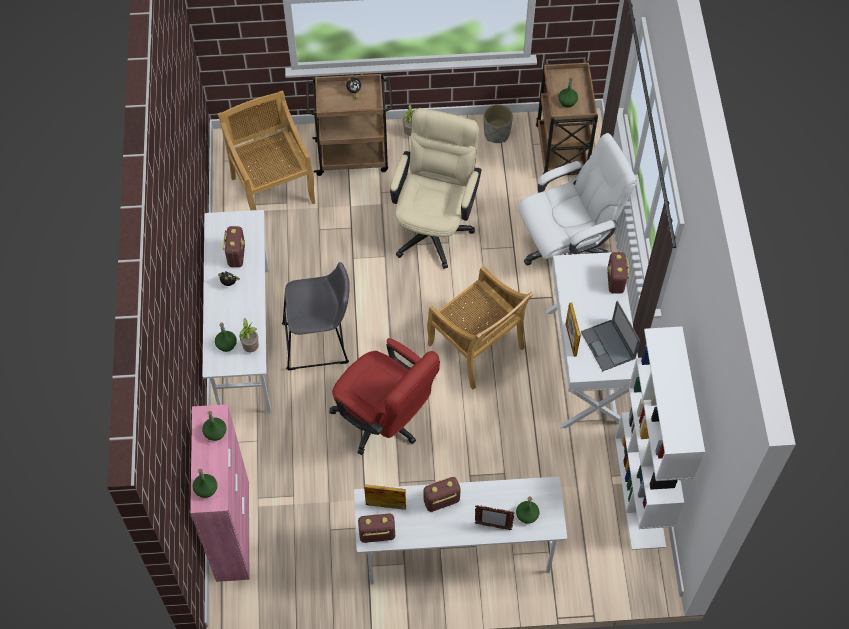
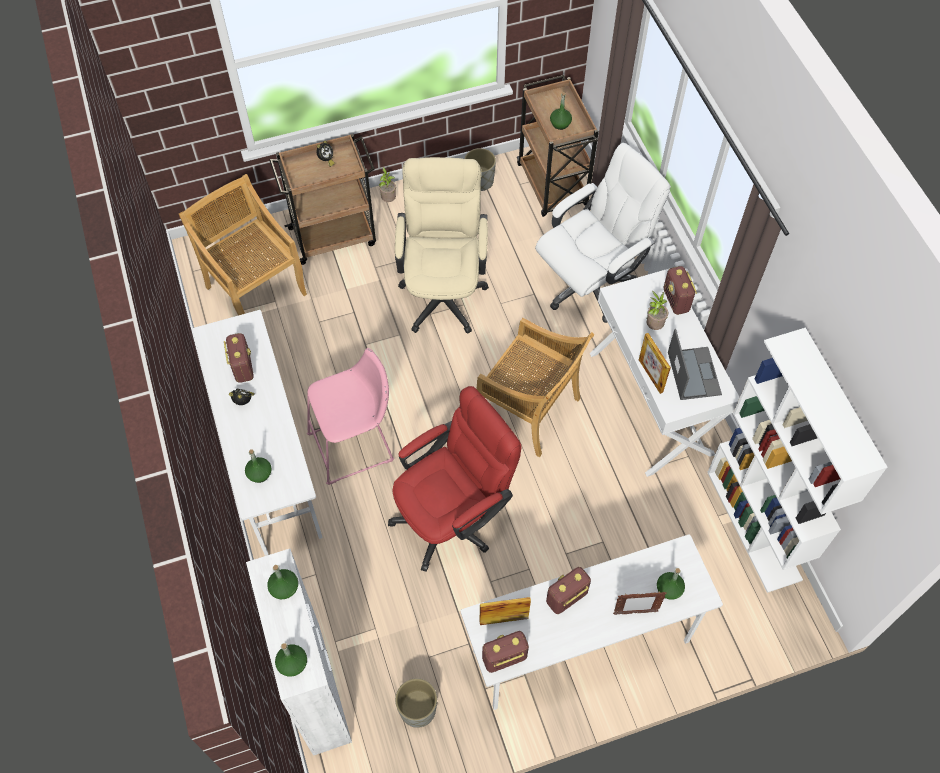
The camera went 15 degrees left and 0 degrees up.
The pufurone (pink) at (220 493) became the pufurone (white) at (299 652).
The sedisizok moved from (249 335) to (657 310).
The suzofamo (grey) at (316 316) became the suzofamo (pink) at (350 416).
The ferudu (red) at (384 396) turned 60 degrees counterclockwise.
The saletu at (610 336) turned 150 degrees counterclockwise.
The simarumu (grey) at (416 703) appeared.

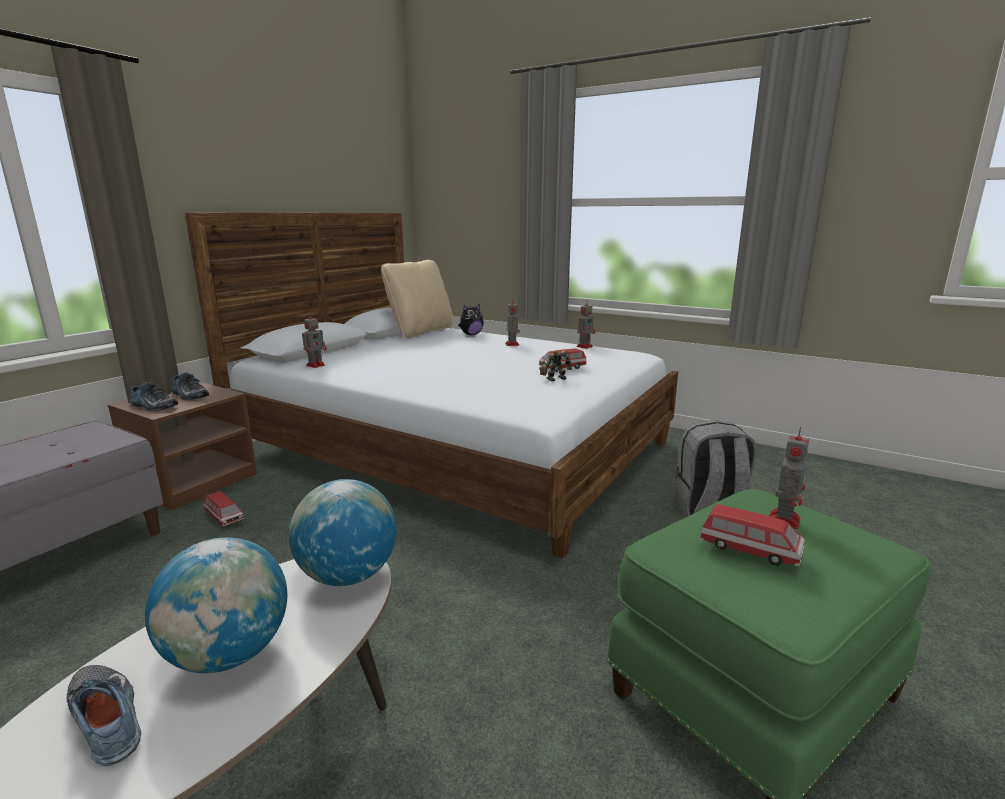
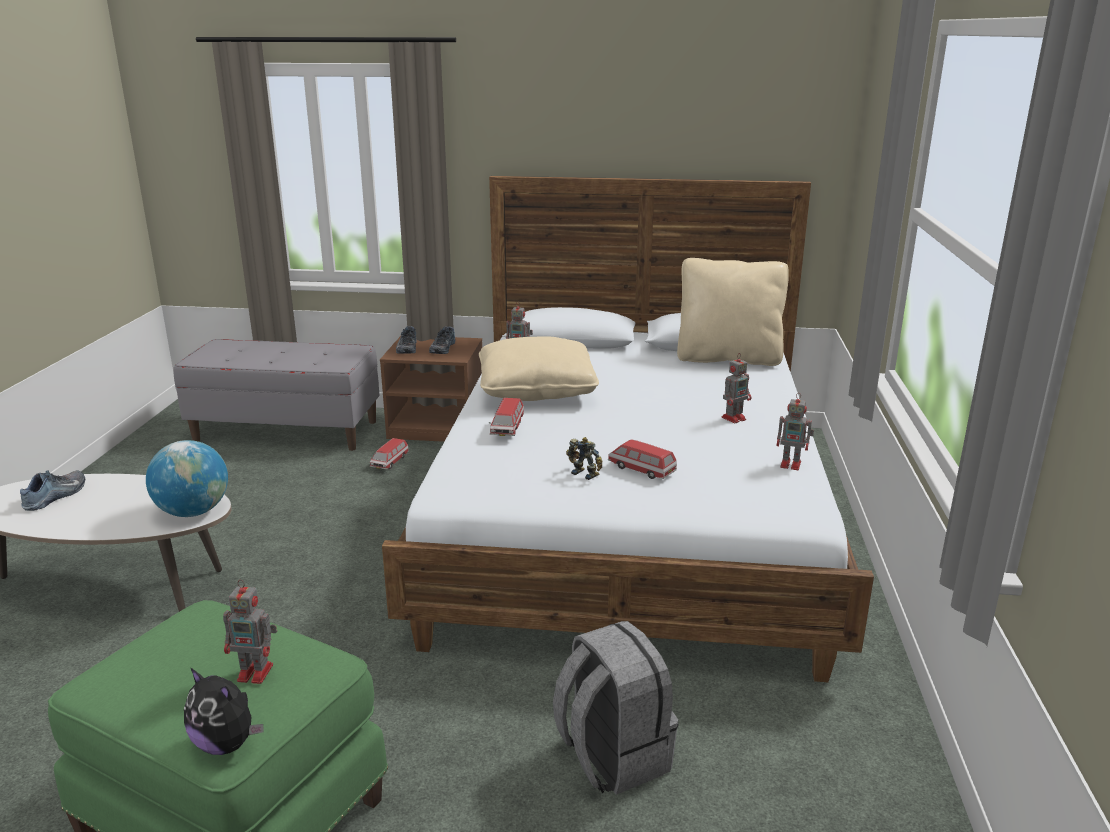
The camera went 65 degrees right and 5 degrees up.
The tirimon at (216 605) disappeared.
The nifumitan moved from (471 319) to (224 711).
The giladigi moved from (752 535) to (506 417).
The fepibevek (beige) at (539 369) appeared.

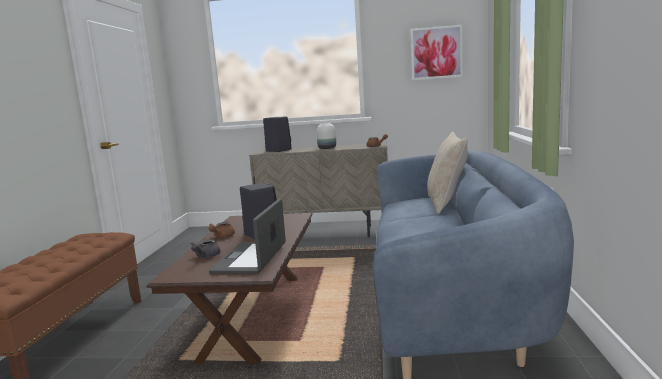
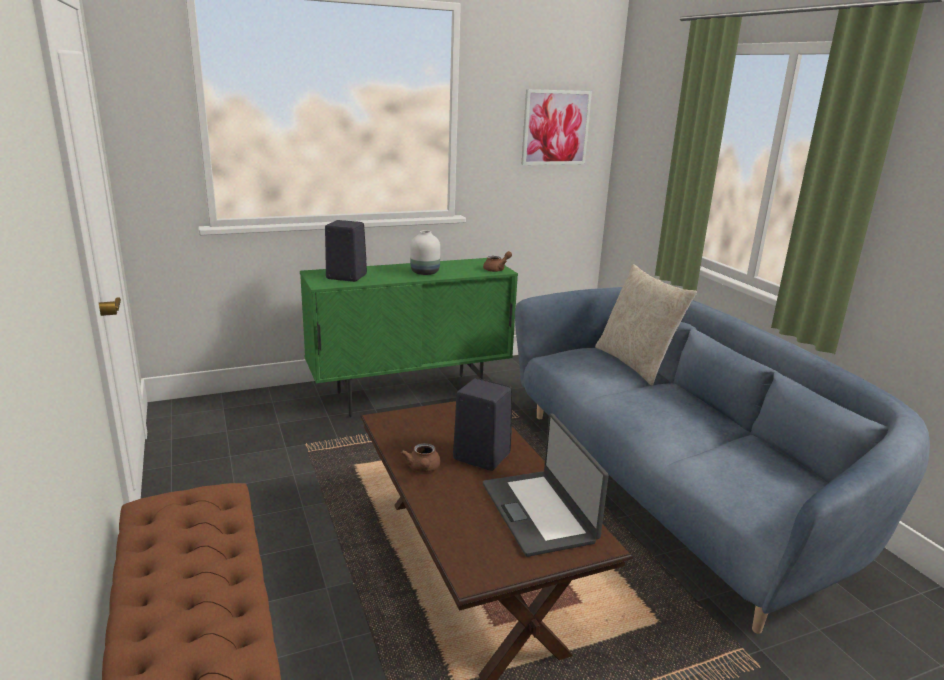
The camera went 30 degrees left and 10 degrees up.
The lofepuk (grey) at (206 248) disappeared.
The pufurone (beige) at (318 190) became the pufurone (green) at (409 337).

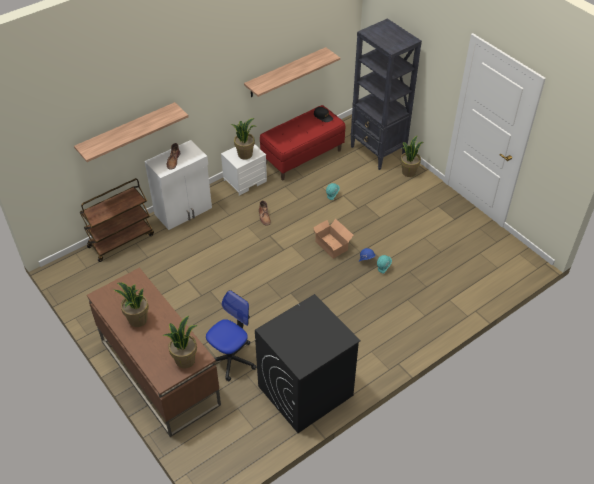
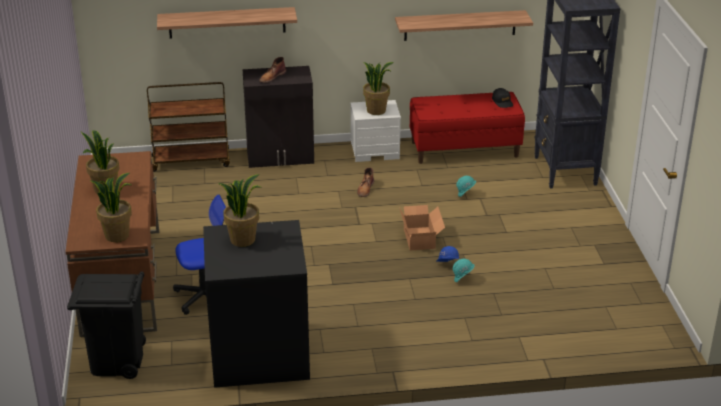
The camera went 30 degrees right and 15 degrees down.
The pufurone (white) at (178 185) became the pufurone (black) at (278 117).
The sedisizok moved from (412 156) to (240 210).
The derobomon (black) at (106 325) appeared.

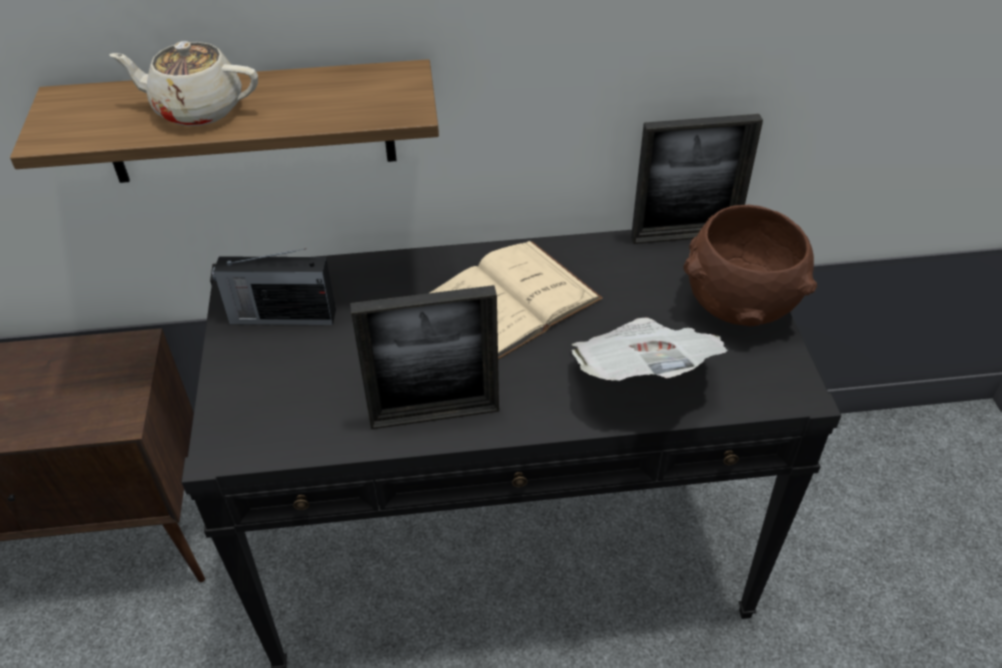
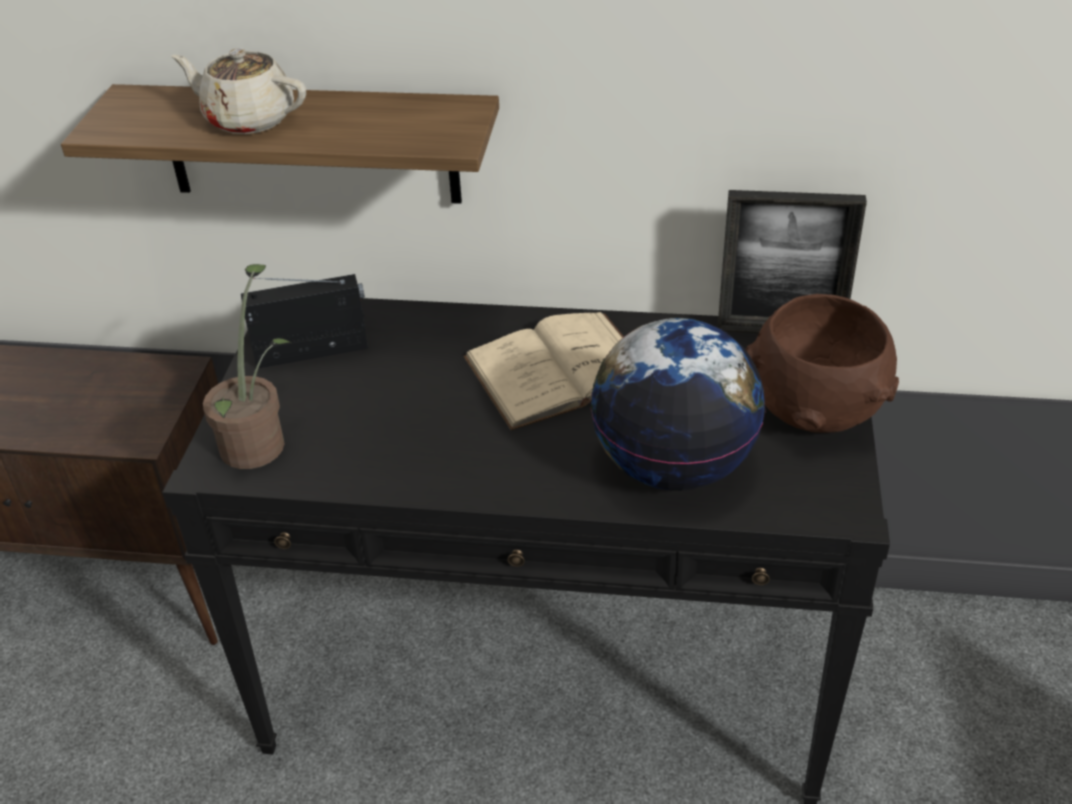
The camera went 15 degrees right and 5 degrees down.
The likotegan at (274 286) turned 150 degrees clockwise.
The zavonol at (424 357) disappeared.
The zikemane at (650 349) was replaced by the tirimon at (677 404).
The sedisizok at (247 366) appeared.

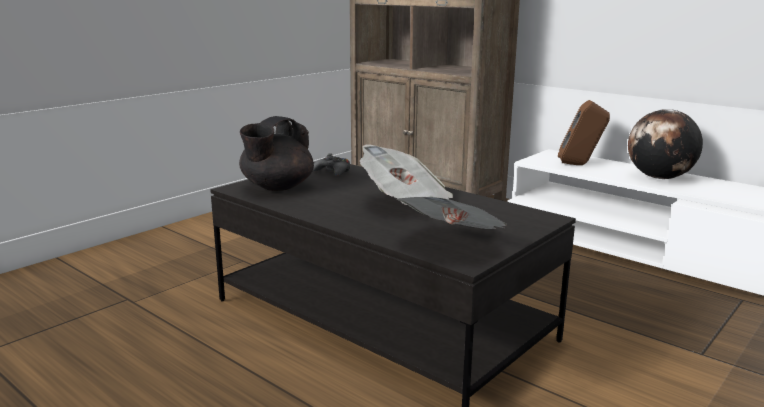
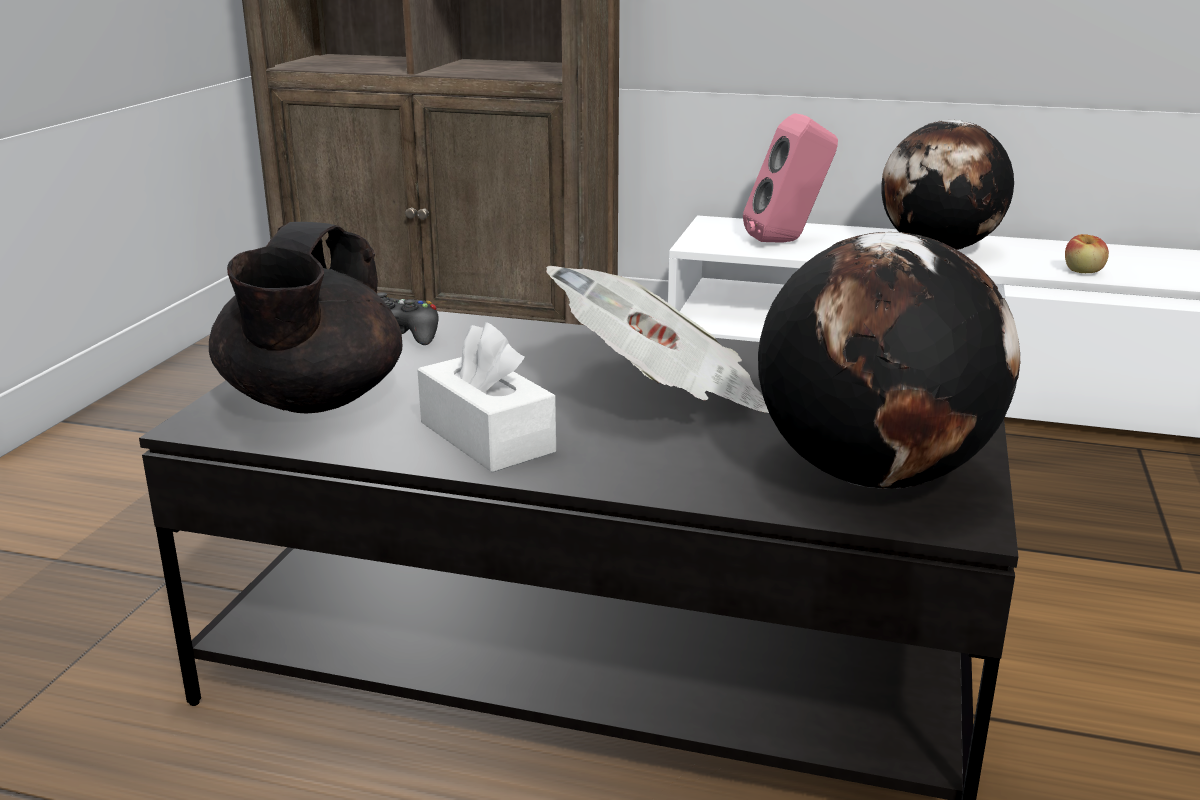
The camera went 25 degrees left and 5 degrees up.
The zikemane at (451 213) was replaced by the tirimon at (889 360).
The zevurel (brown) at (584 132) became the zevurel (pink) at (790 178).
The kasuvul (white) at (487 397) appeared.
The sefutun at (1087 253) appeared.

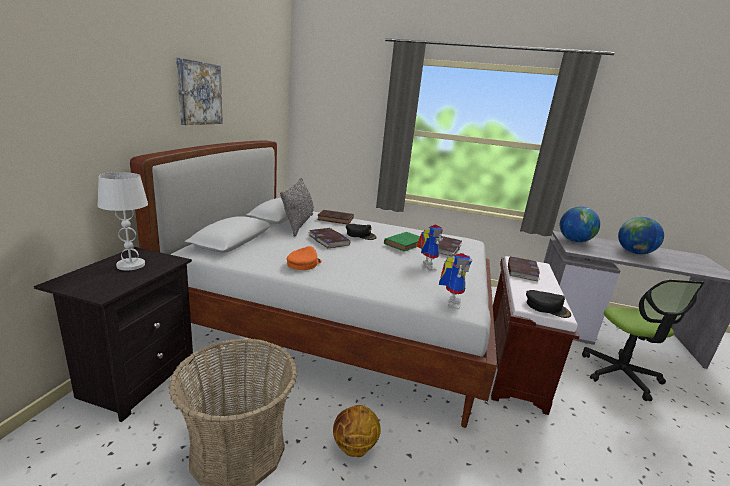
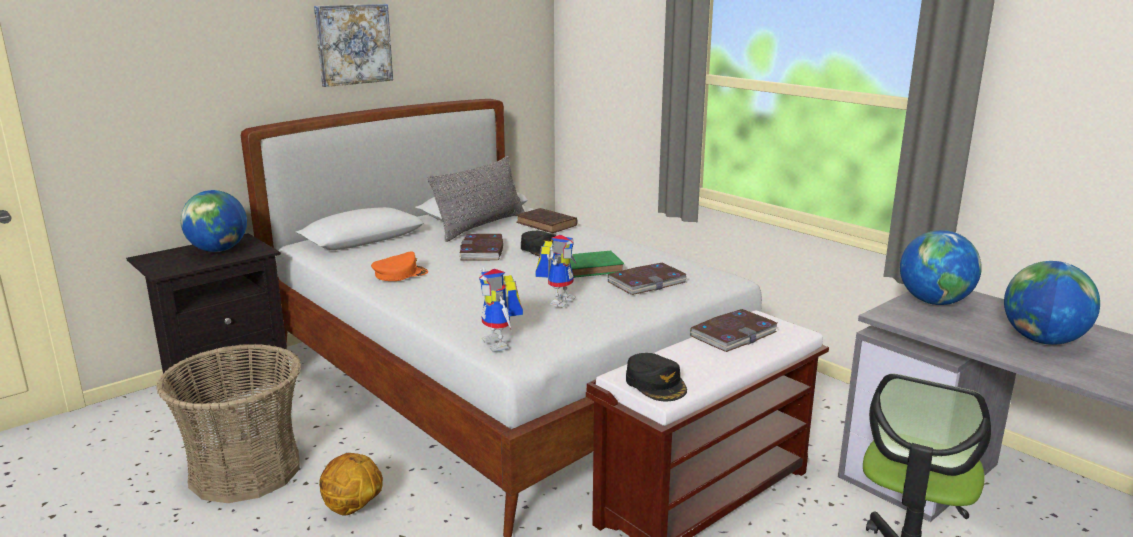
The camera went 35 degrees right and 0 degrees up.
The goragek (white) at (123 221) was replaced by the tirimon at (213 221).
The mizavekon at (455 281) turned 105 degrees clockwise.

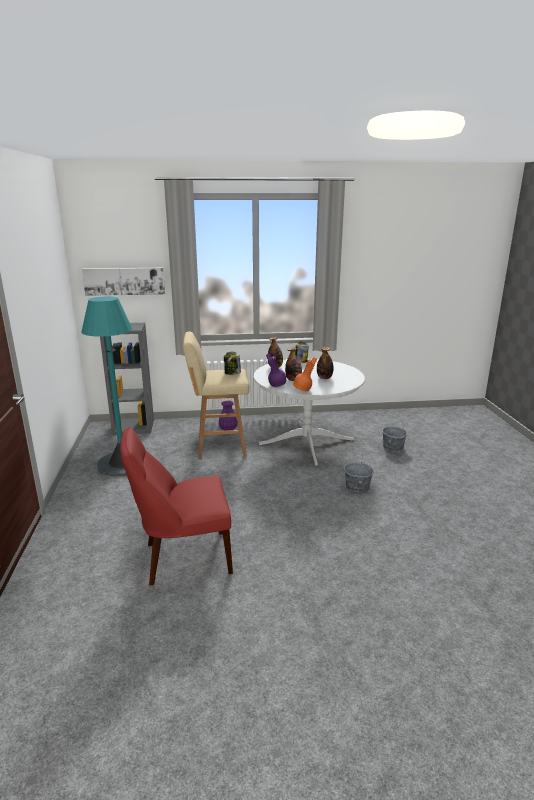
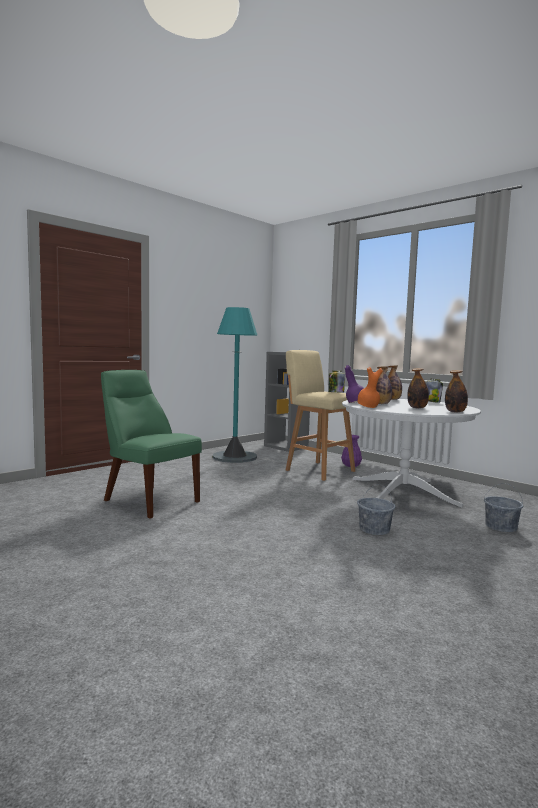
The camera went 50 degrees right and 15 degrees down.
The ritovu at (123 282) disappeared.
The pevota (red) at (176 506) became the pevota (green) at (151 444).
The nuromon at (456 391) appeared.

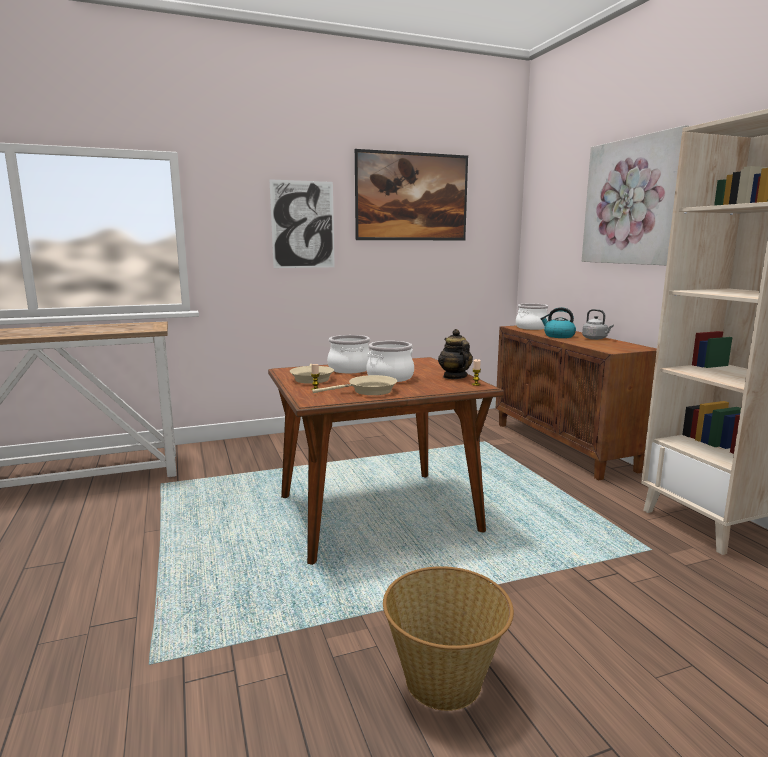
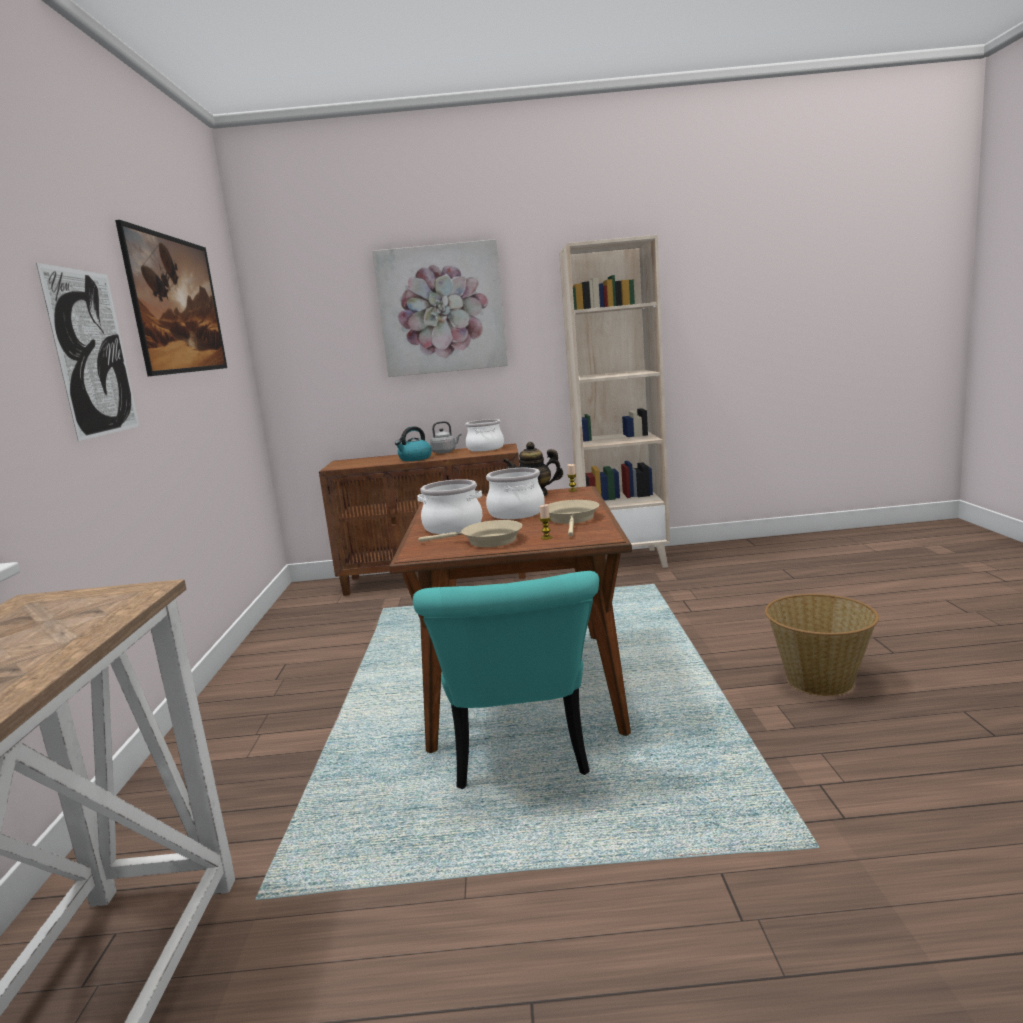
The camera went 70 degrees left and 0 degrees up.
The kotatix moved from (532 317) to (484 435).
The pevota (turquoise) at (506 680) appeared.

